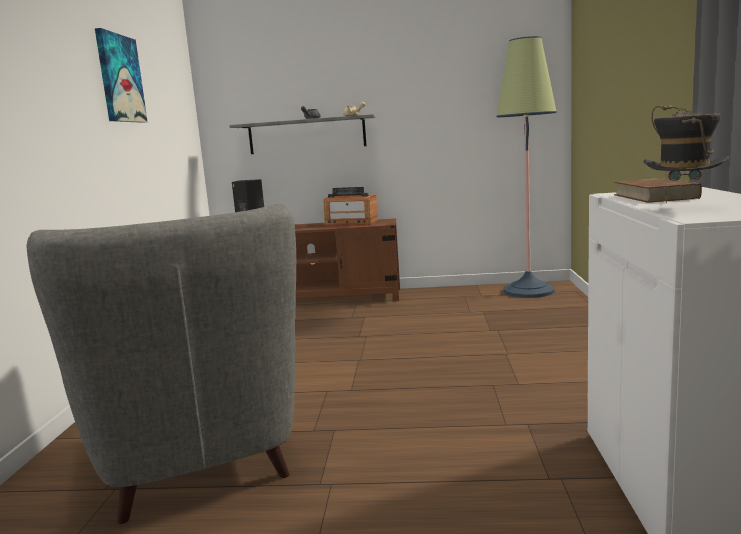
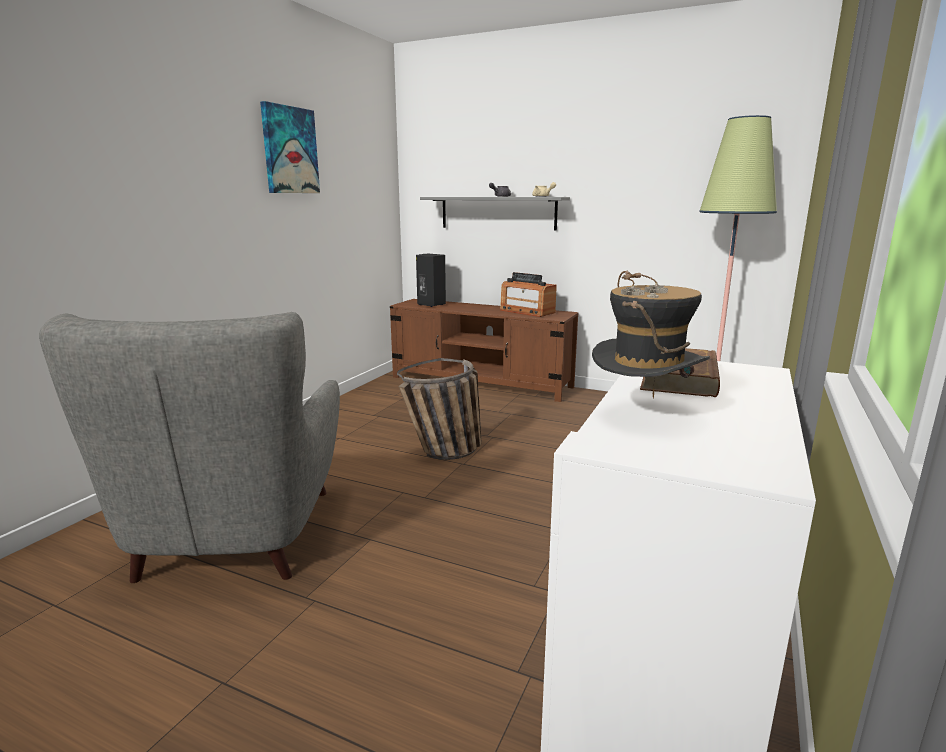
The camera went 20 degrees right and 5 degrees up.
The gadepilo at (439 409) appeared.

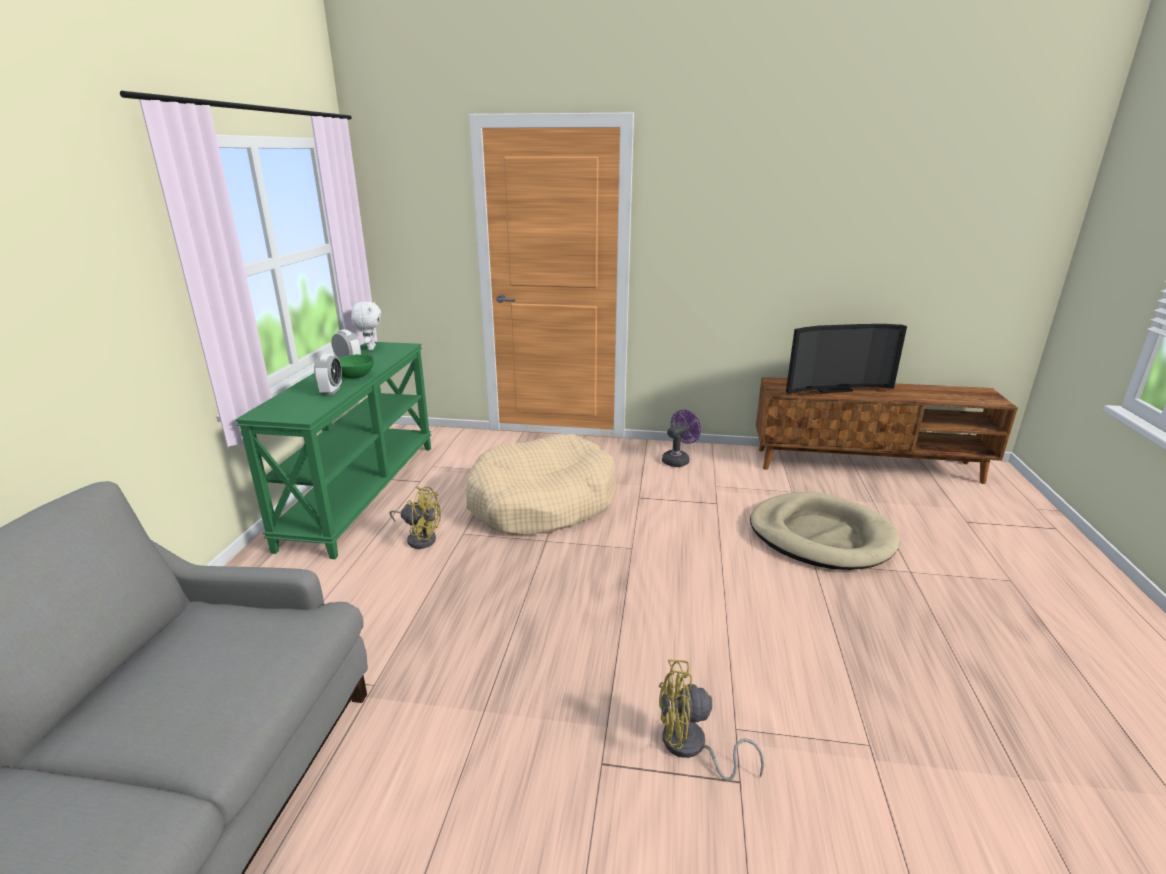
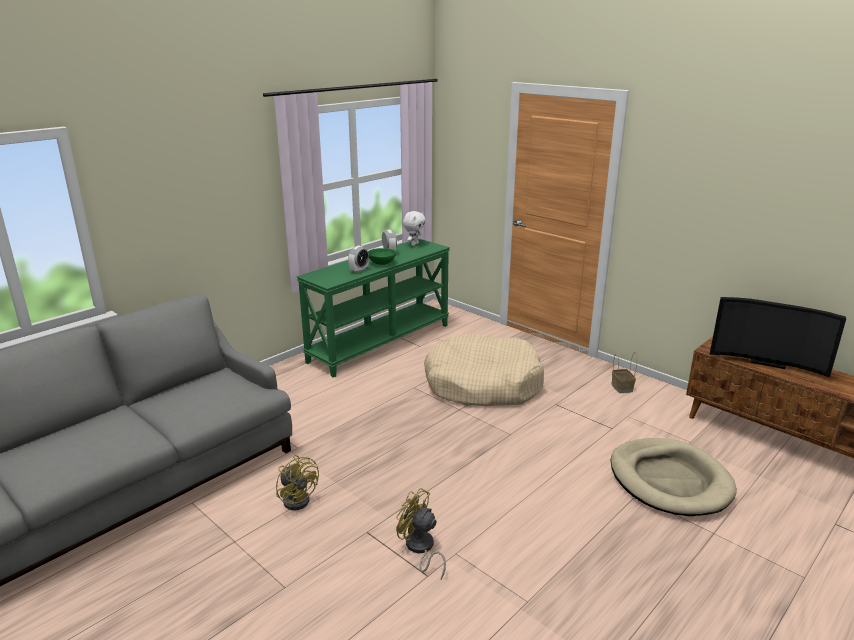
The camera went 35 degrees right and 0 degrees up.
The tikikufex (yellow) moved from (415 518) to (297 482).
The tikikufex (purple) at (681 438) was replaced by the gadepilo at (624 372).

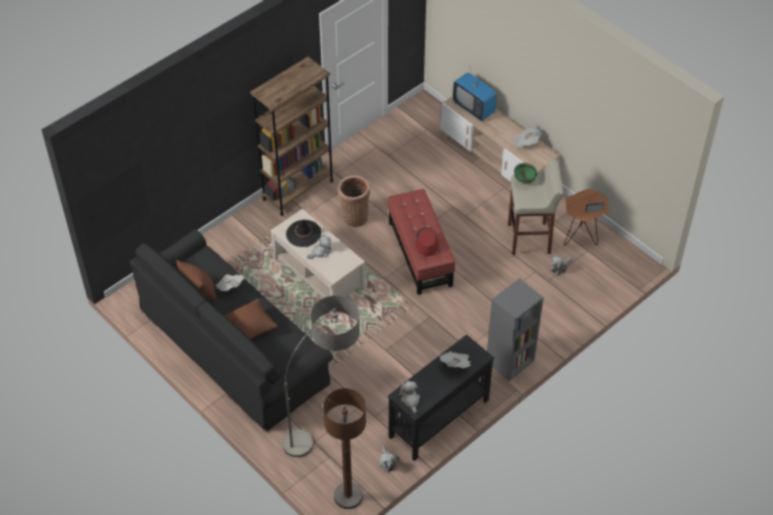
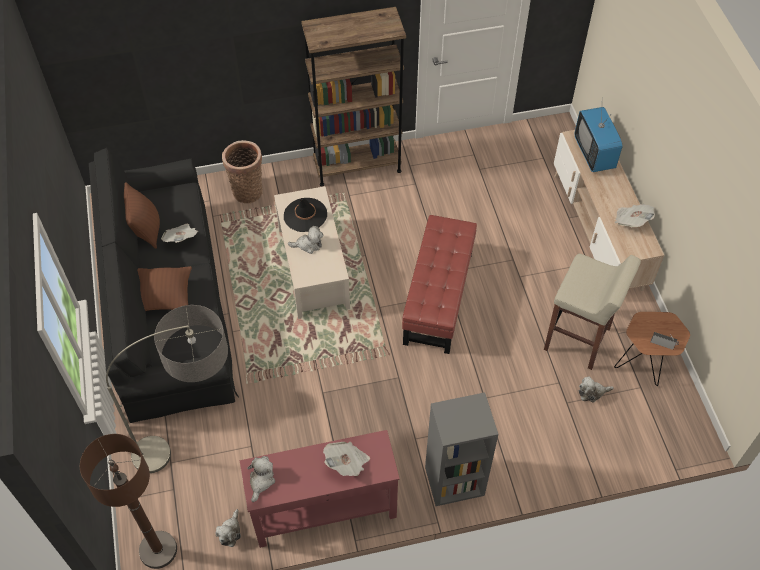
The camera went 30 degrees right and 5 degrees up.
The gadepilo moved from (354 201) to (242 171).
The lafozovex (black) at (441 397) became the lafozovex (red) at (320 489).
The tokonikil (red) at (427 241) disappeared.
The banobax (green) at (526 173) disappeared.

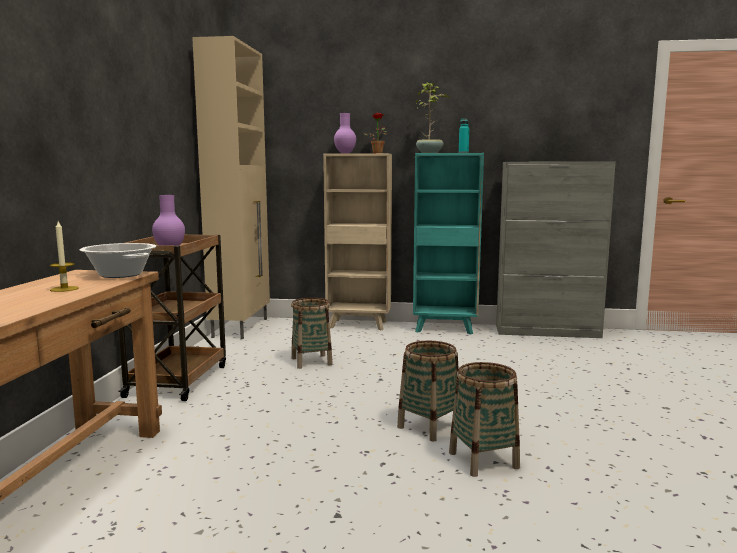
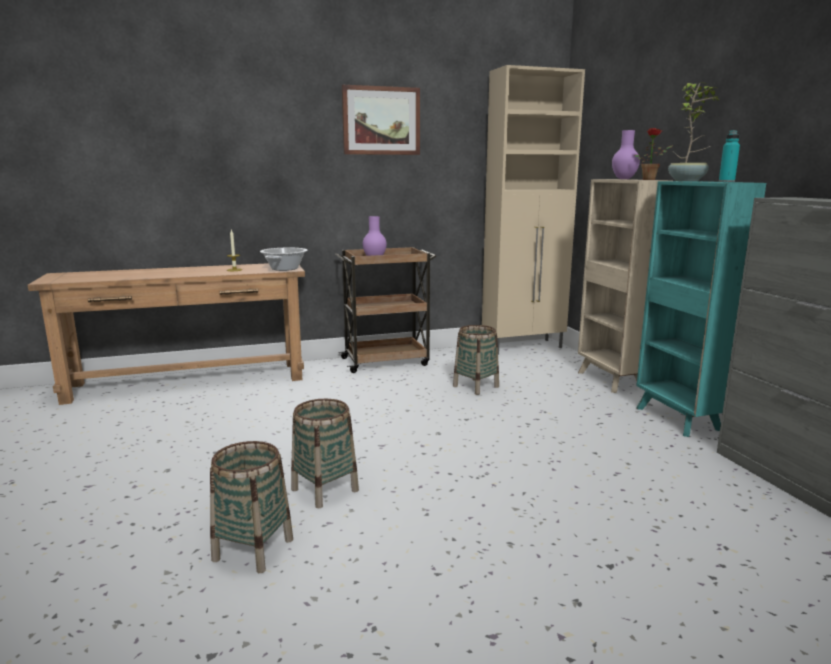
The camera went 65 degrees right and 5 degrees up.
The gadepilo moved from (428 391) to (251 507).
The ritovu at (381 120) appeared.

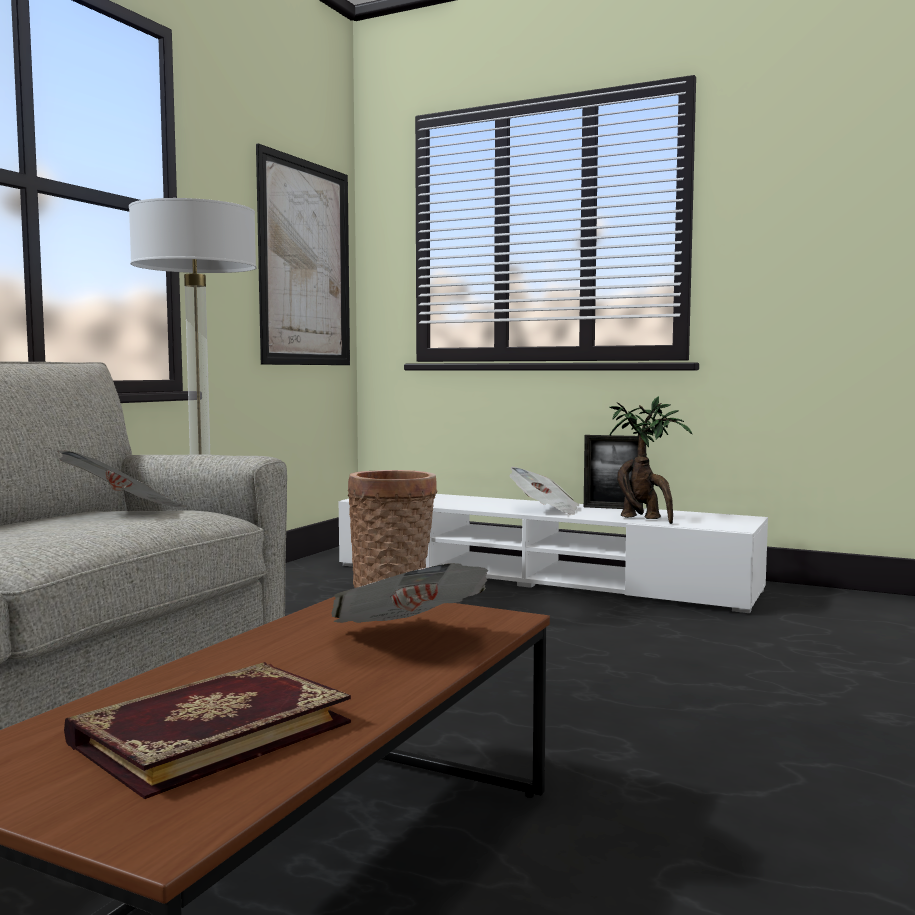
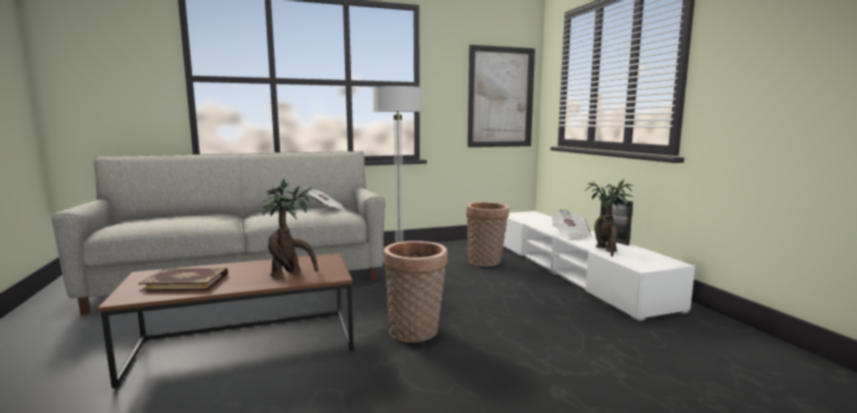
The camera went 45 degrees right and 5 degrees up.
The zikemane at (409 593) was replaced by the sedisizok at (292 228).
The gadepilo at (415 291) appeared.

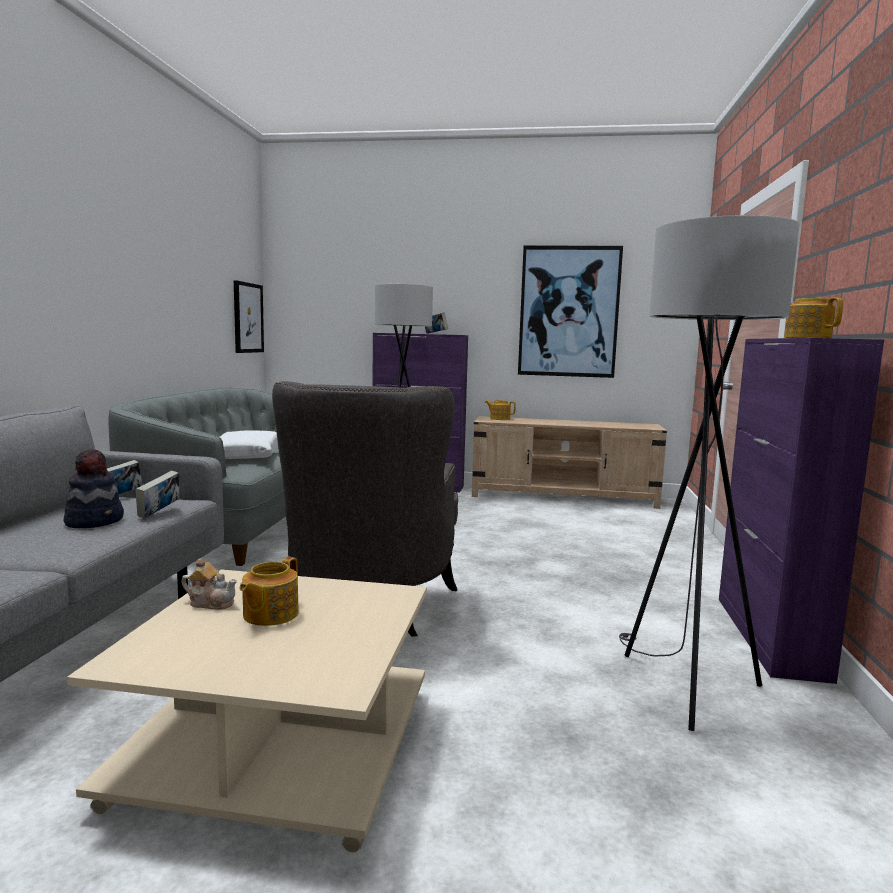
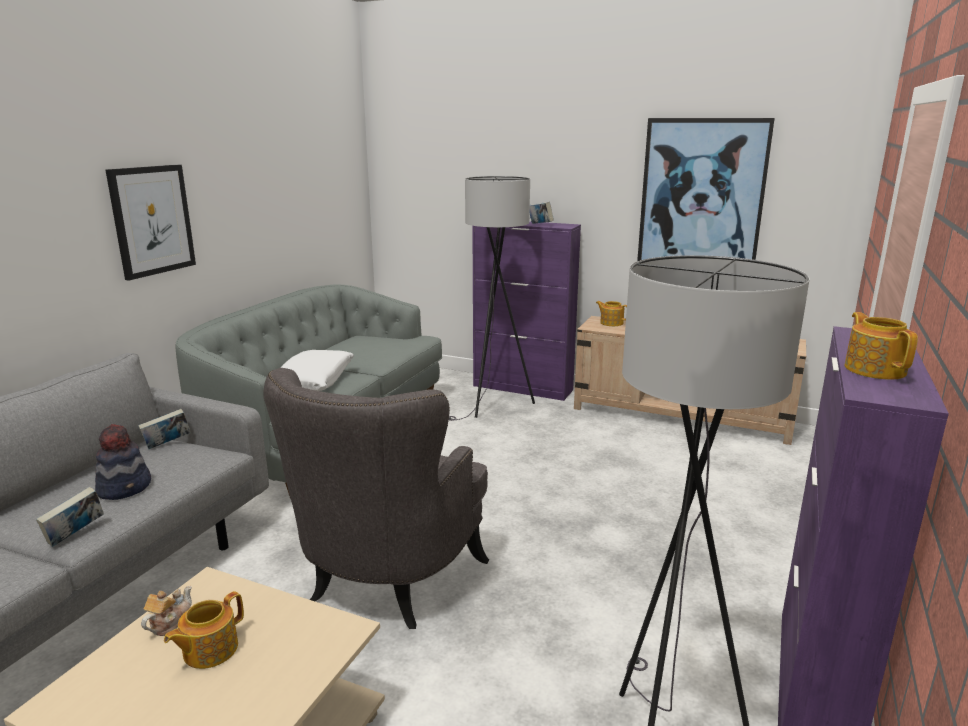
The camera went 15 degrees right and 10 degrees up.
The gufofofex moved from (157 495) to (70 517).
The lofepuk at (209 584) turned 90 degrees counterclockwise.
The ritovu moved from (249 316) to (151 222).

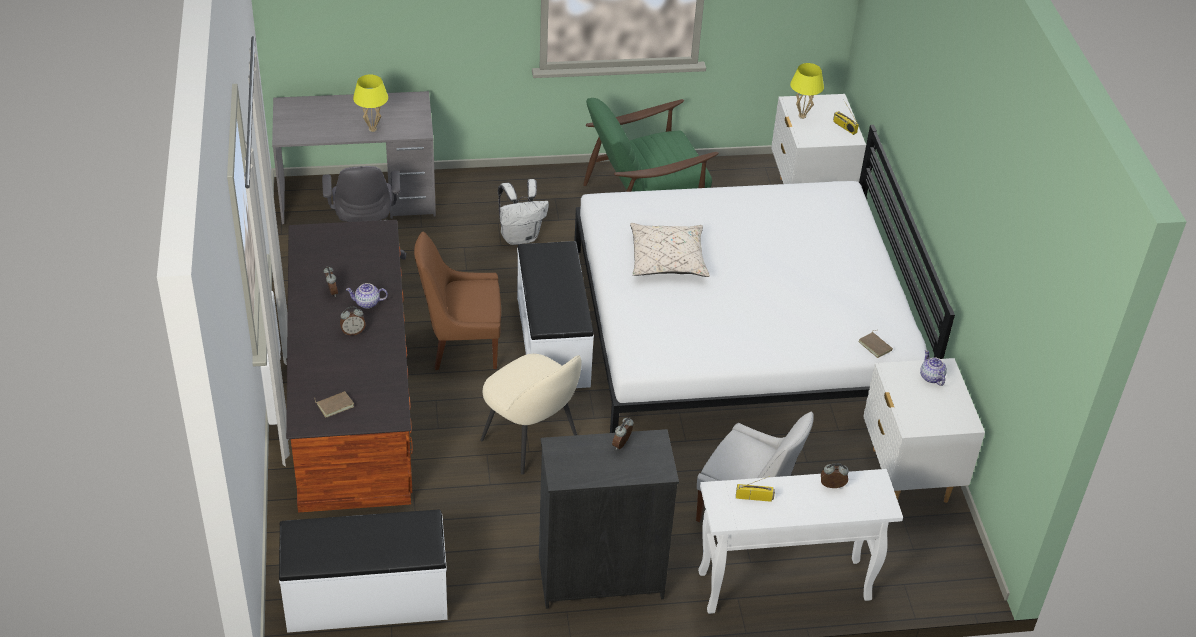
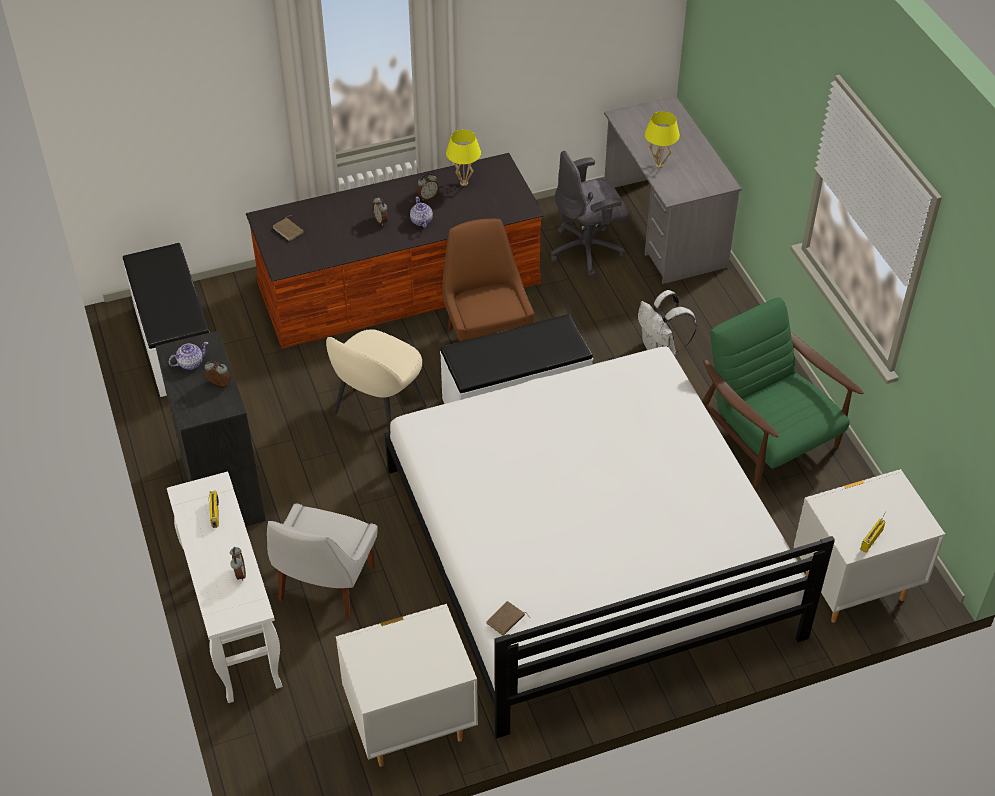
The camera went 80 degrees right and 5 degrees up.
The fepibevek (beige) at (670 250) disappeared.
The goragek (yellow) moved from (807 91) to (463 158).
The lofepuk moved from (933 368) to (188 356).

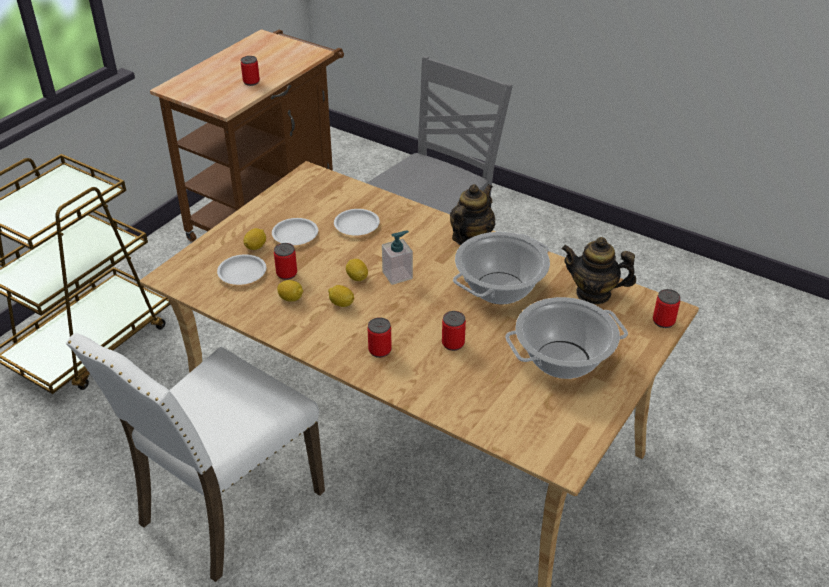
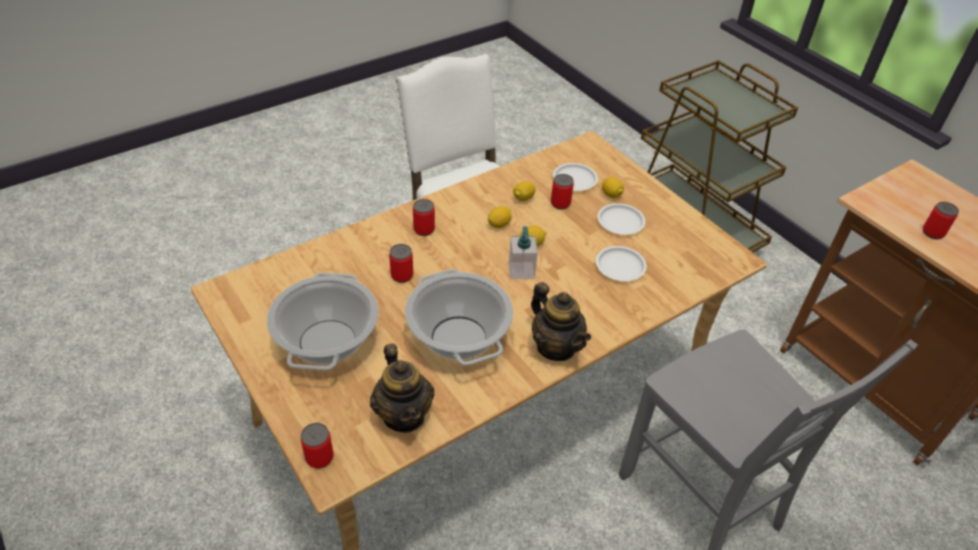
The camera went 110 degrees right and 5 degrees up.
The lofepuk at (599 271) turned 120 degrees clockwise.

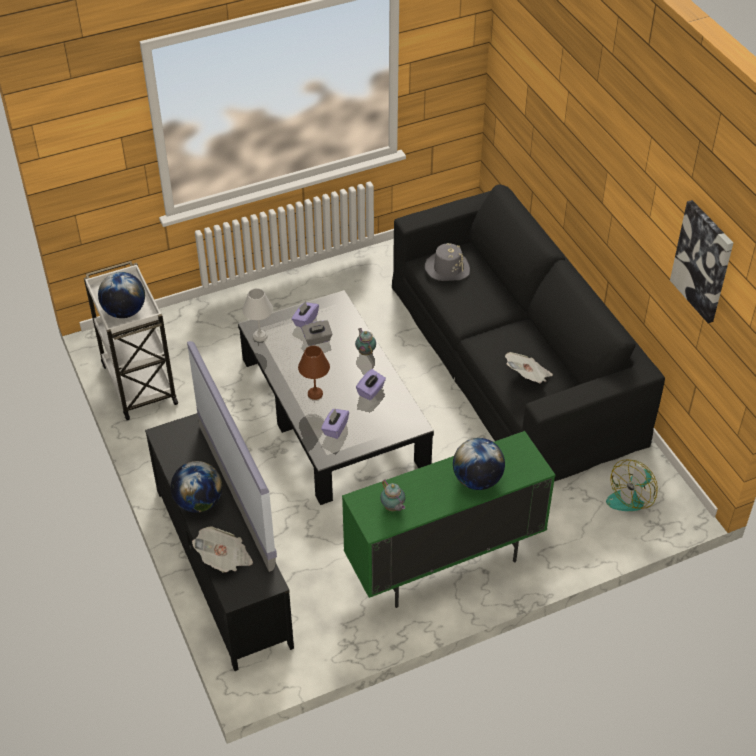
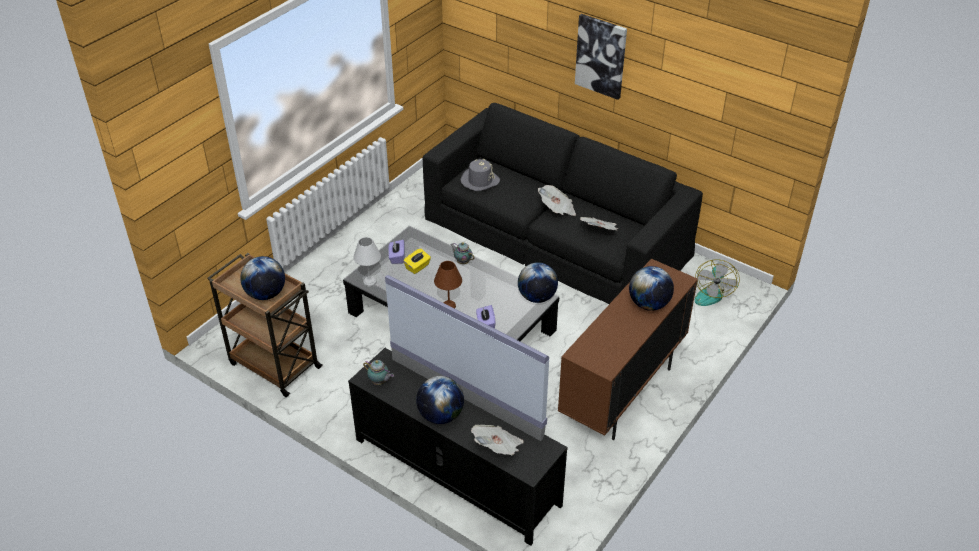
The camera went 30 degrees left and 5 degrees down.
The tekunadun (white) at (131 340) became the tekunadun (brown) at (265 325).
The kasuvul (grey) at (316 333) became the kasuvul (yellow) at (417 261).
The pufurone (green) at (449 519) became the pufurone (brown) at (628 349).
The kasuvul (purple) at (371 384) disappeared.
The lofepuk moved from (392 495) to (378 372).
The ritovu moved from (701 261) to (601 57).
The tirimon at (538 282) appeared.
The zikemane at (557 200) appeared.

